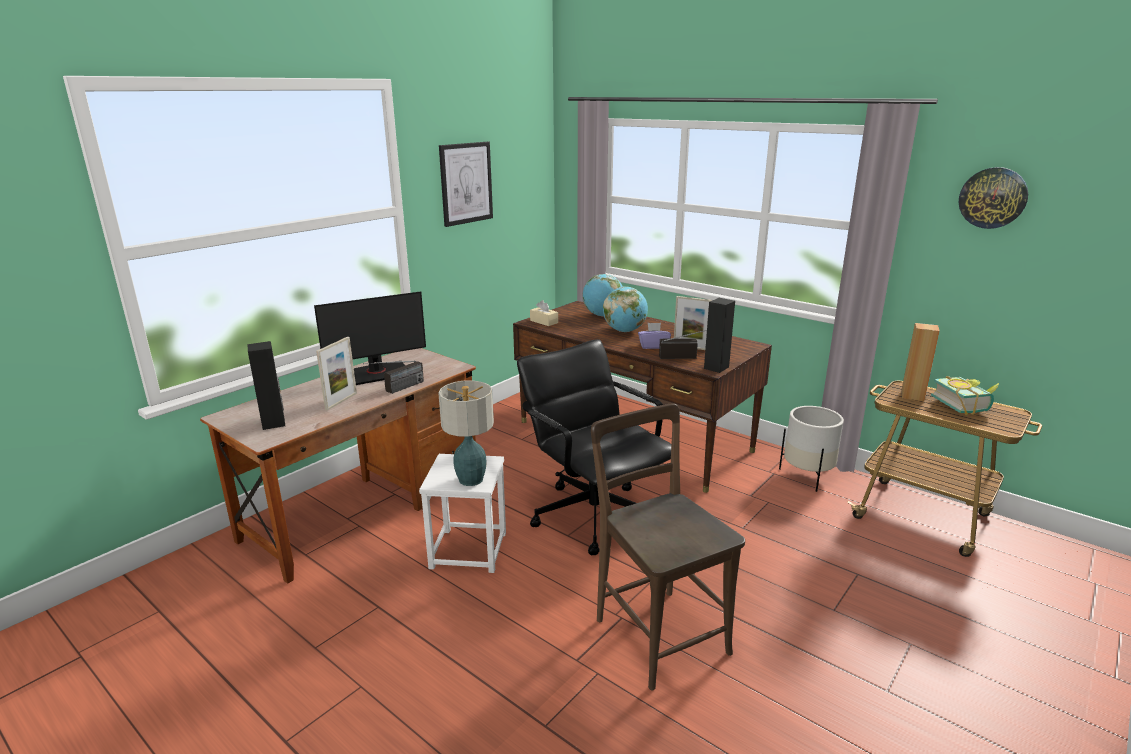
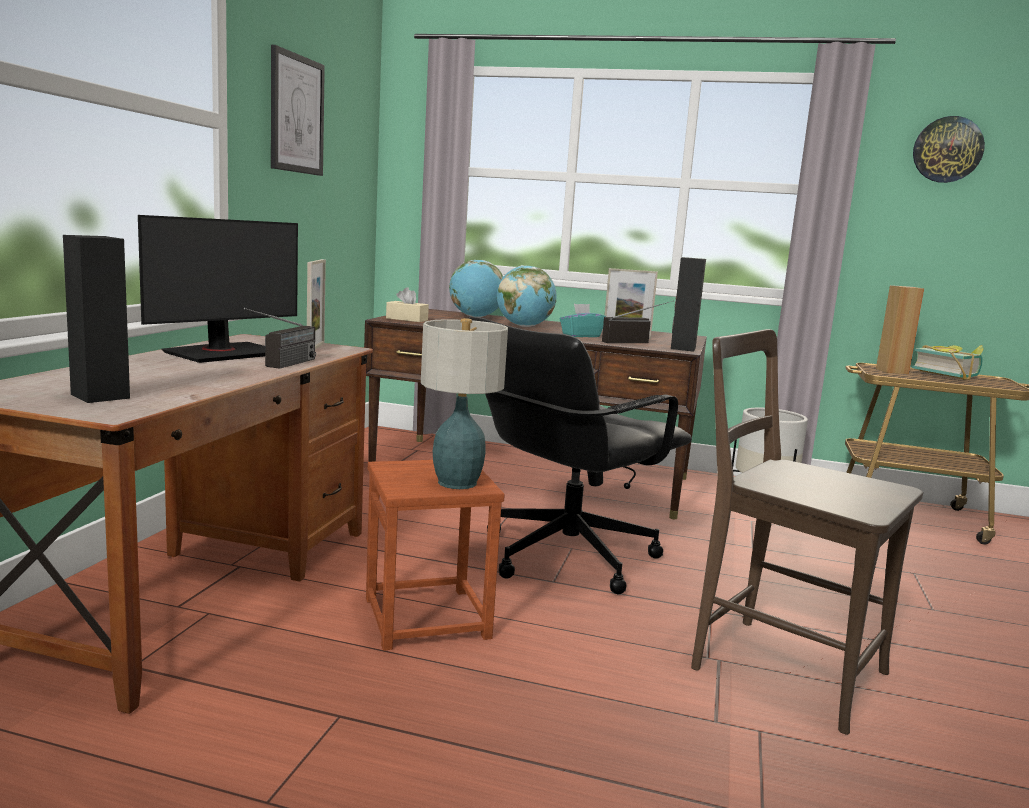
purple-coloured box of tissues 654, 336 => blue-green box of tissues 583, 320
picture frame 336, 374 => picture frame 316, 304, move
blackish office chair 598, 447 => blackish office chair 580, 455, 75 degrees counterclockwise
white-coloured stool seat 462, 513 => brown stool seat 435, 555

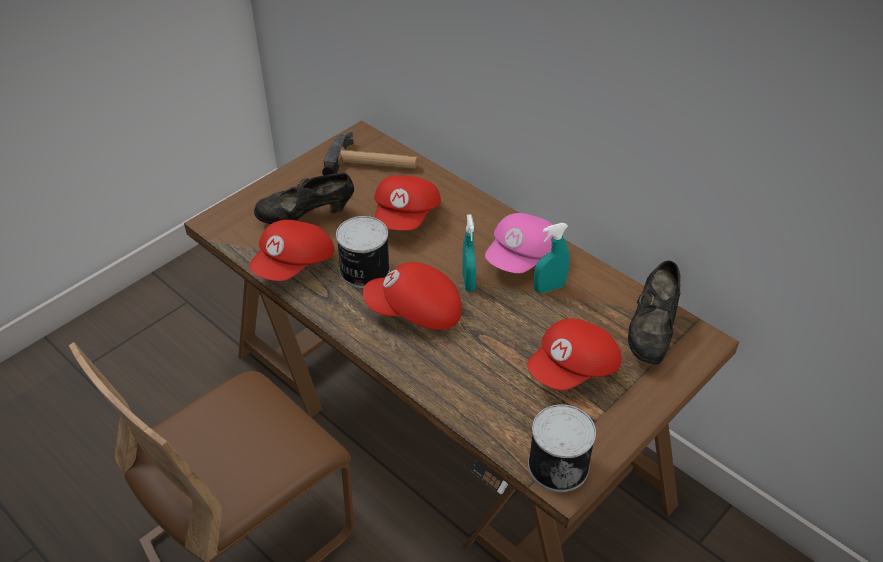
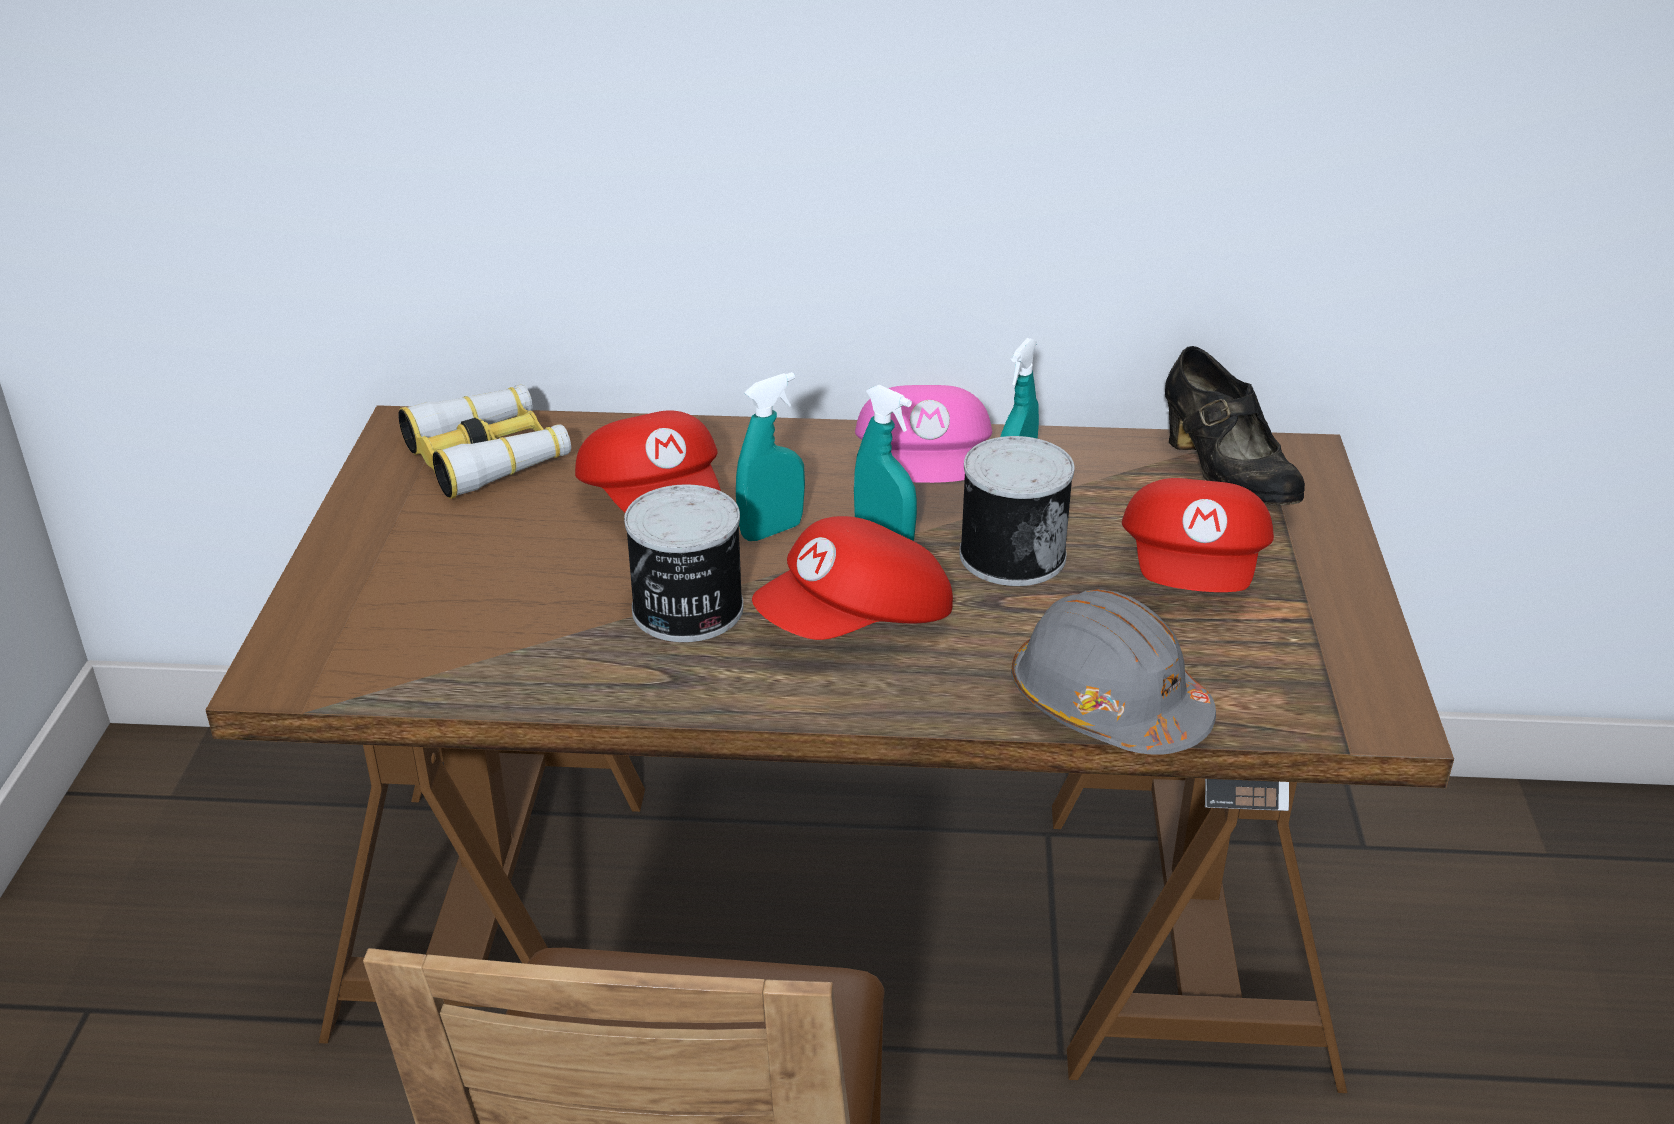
hammer 370, 154 => field glasses 484, 442
blackish low shoe 304, 198 => nothing
reddish peaked cap 291, 250 => nothing
sealed can 562, 448 => sealed can 1017, 511, move
nothing => blue-green sprayer 770, 456
nothing => greyish work helmet 1113, 672

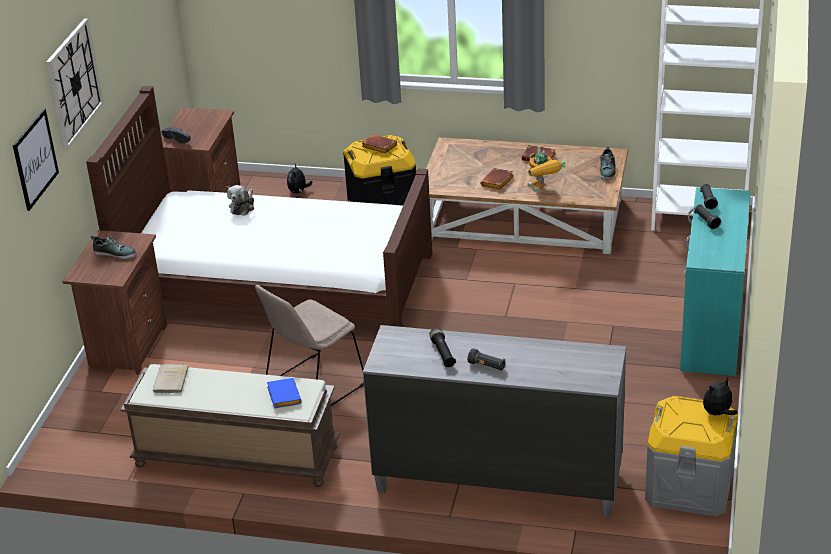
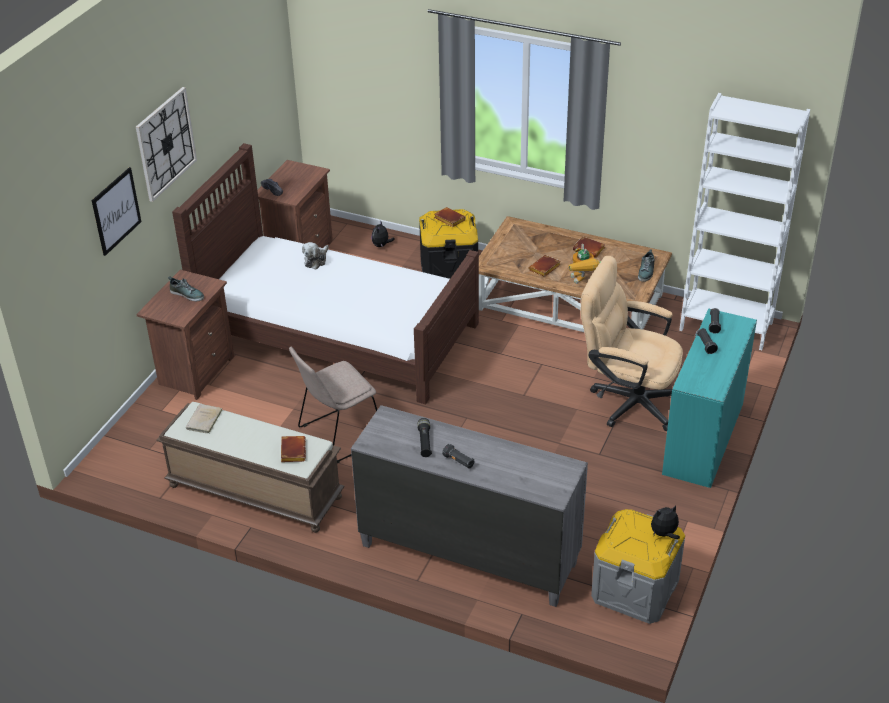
bluish volume 284, 393 => brown volume 293, 449
nothing => beige office chair 632, 343

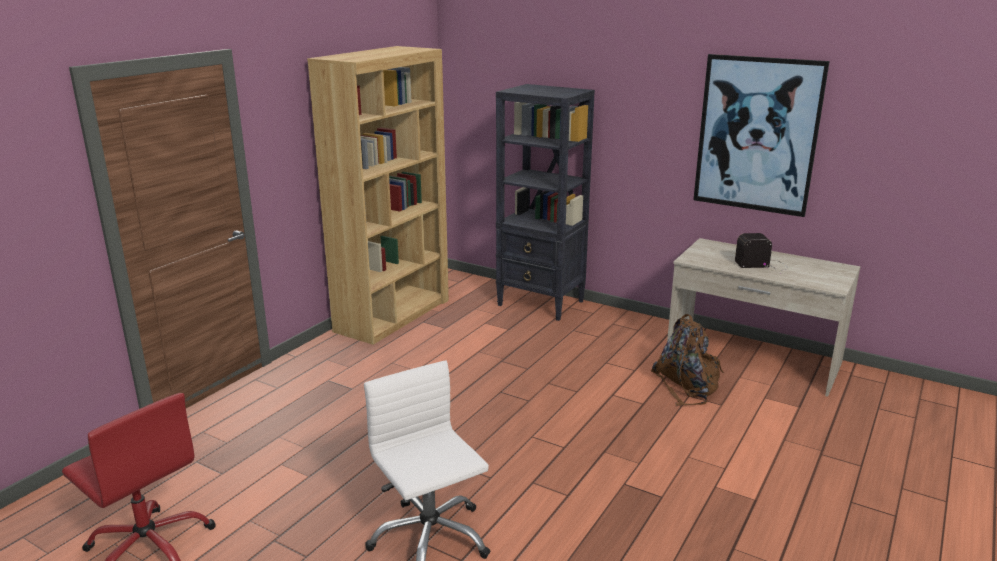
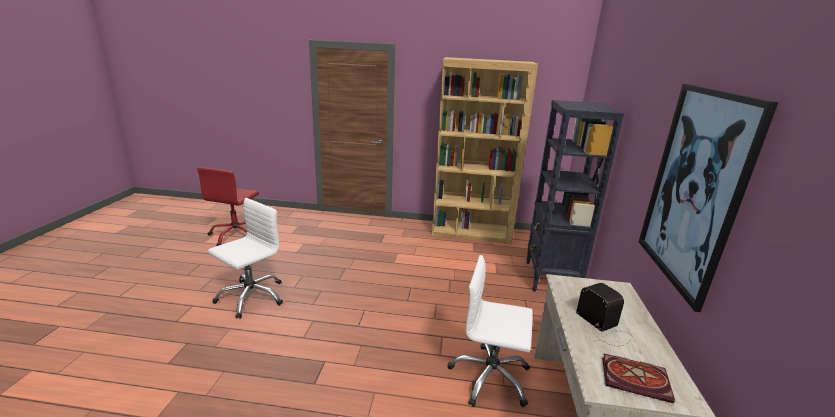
brown backpack 687, 360 => white-coloured office chair 490, 331
nothing => volume 638, 378

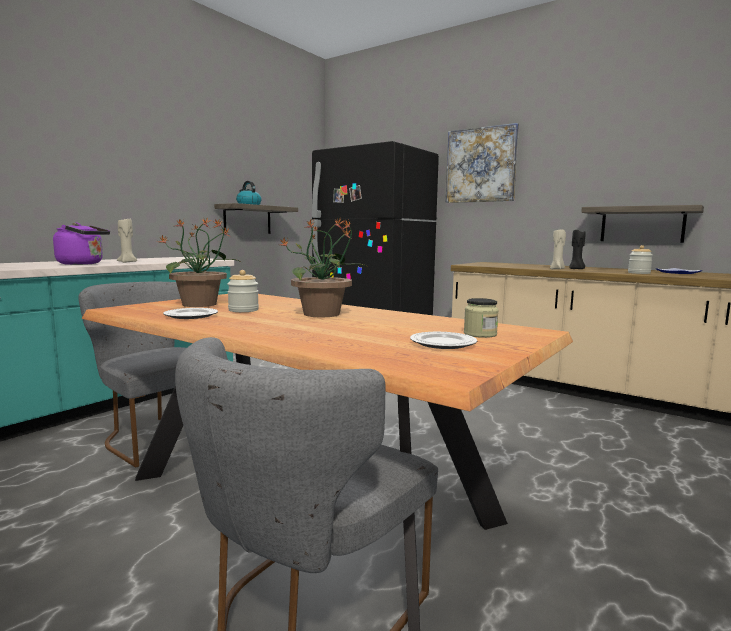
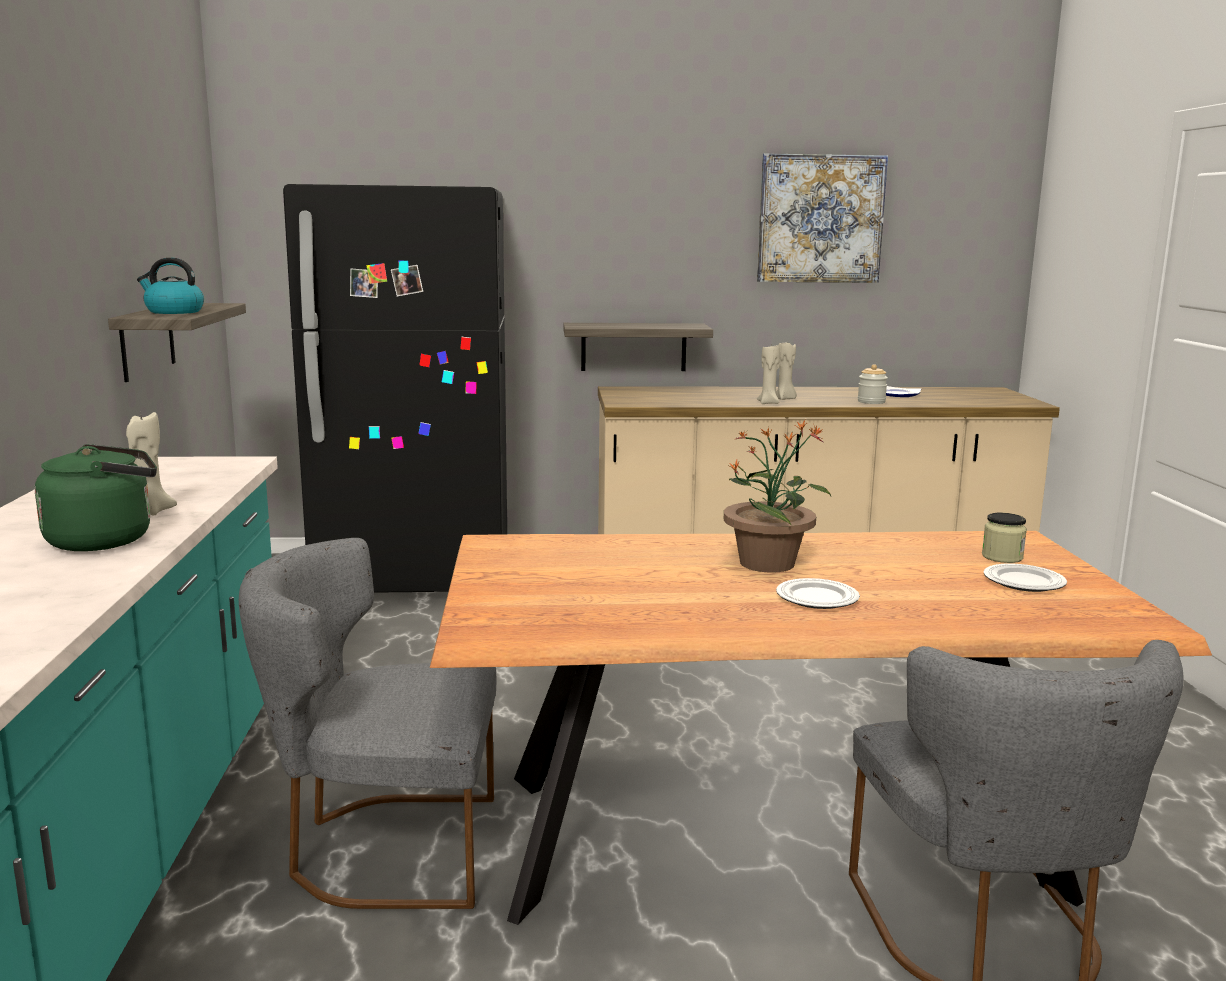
wall art 482, 163 => wall art 822, 218, move
shelf 642, 224 => shelf 638, 347, move
houseplant 200, 262 => nothing
purple-coloured kettle 81, 243 => greenish kettle 96, 497
blackish wax candle 577, 249 => beige wax candle 786, 370
jar 243, 291 => nothing
dinner plate 190, 313 => dinner plate 818, 593, move

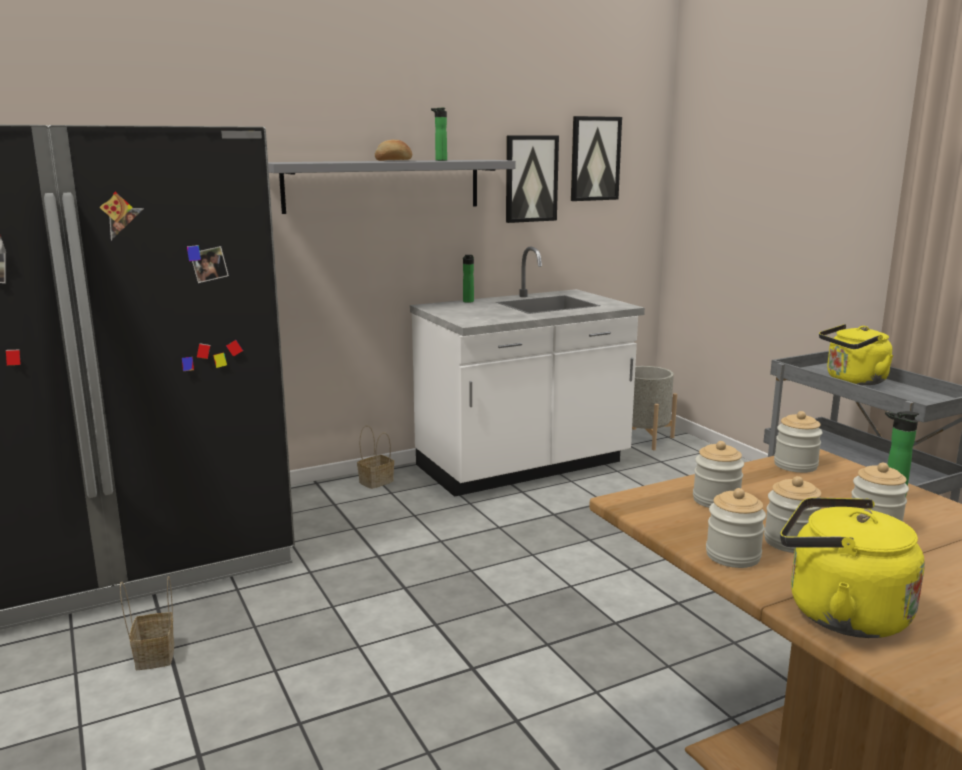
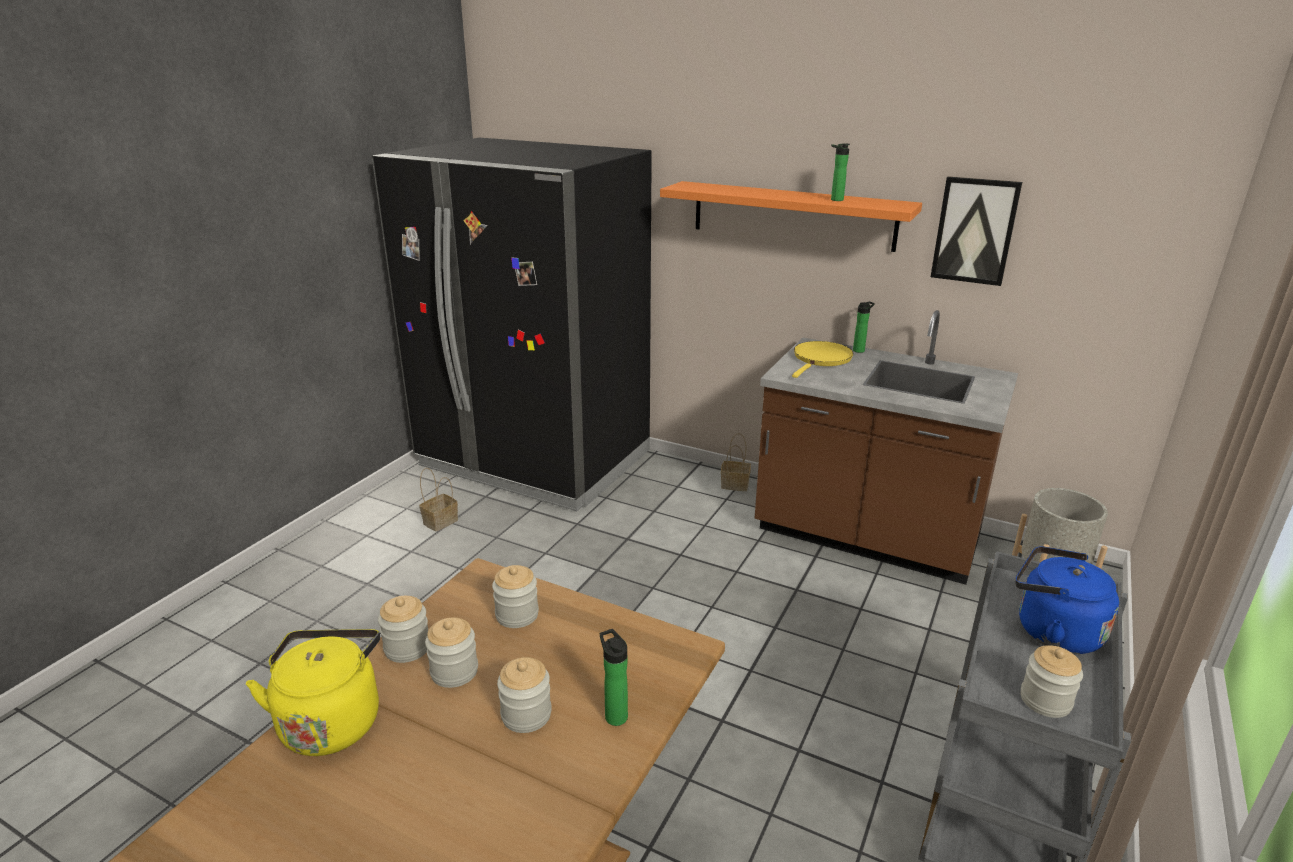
wall art 596, 158 => nothing
bakery bread 393, 150 => nothing
greyish shelf 392, 187 => orange-coloured shelf 791, 216
white-coloured kitchen counter 527, 371 => brown kitchen counter 886, 447
yellow-coloured kettle 856, 354 => bluish kettle 1067, 600
jar 798, 442 => jar 1052, 681, move
nothing => yellow-coloured pan 822, 359

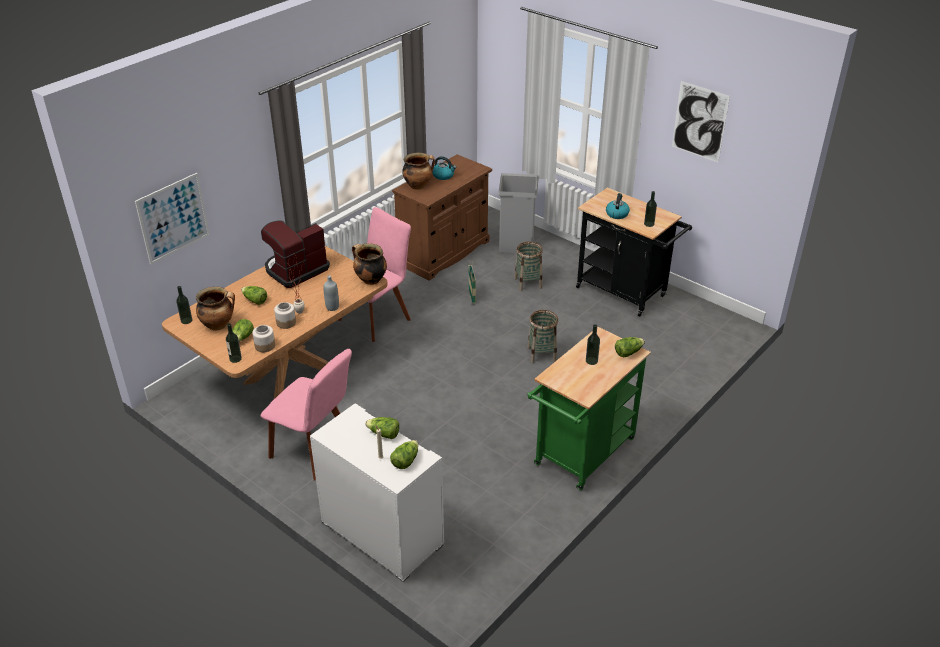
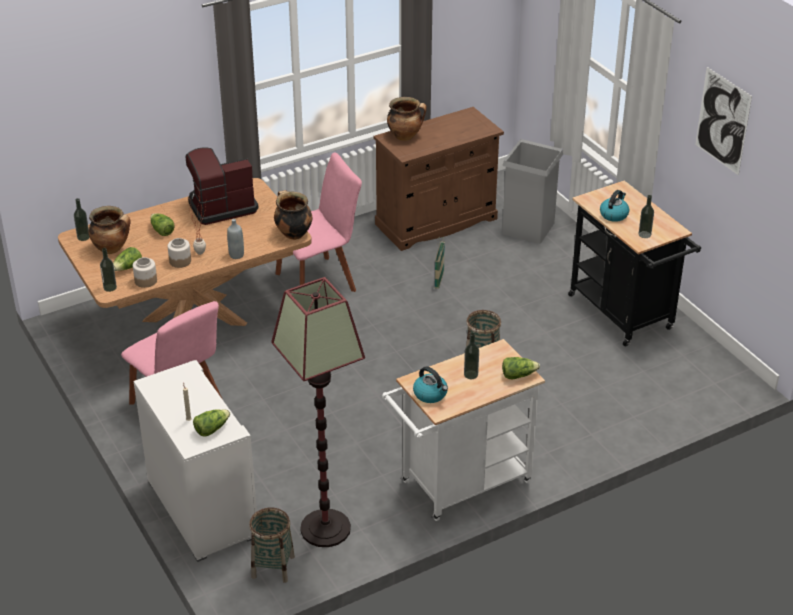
kettle 444, 168 => kettle 430, 384, move
wall art 172, 218 => nothing
storage basket 528, 266 => storage basket 272, 545, move
greenish wheeled cart 589, 408 => white-coloured wheeled cart 463, 430
lettuce 382, 428 => nothing
nothing => standing lamp 318, 412

